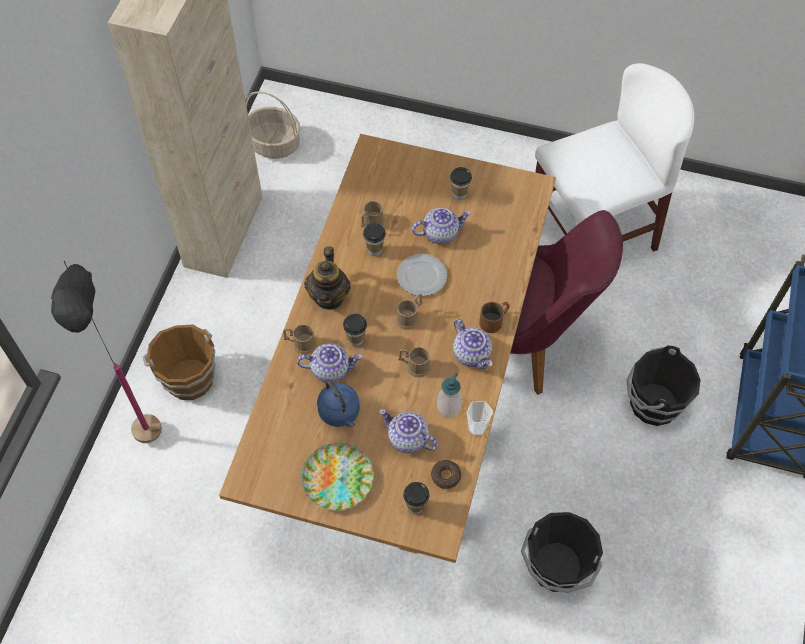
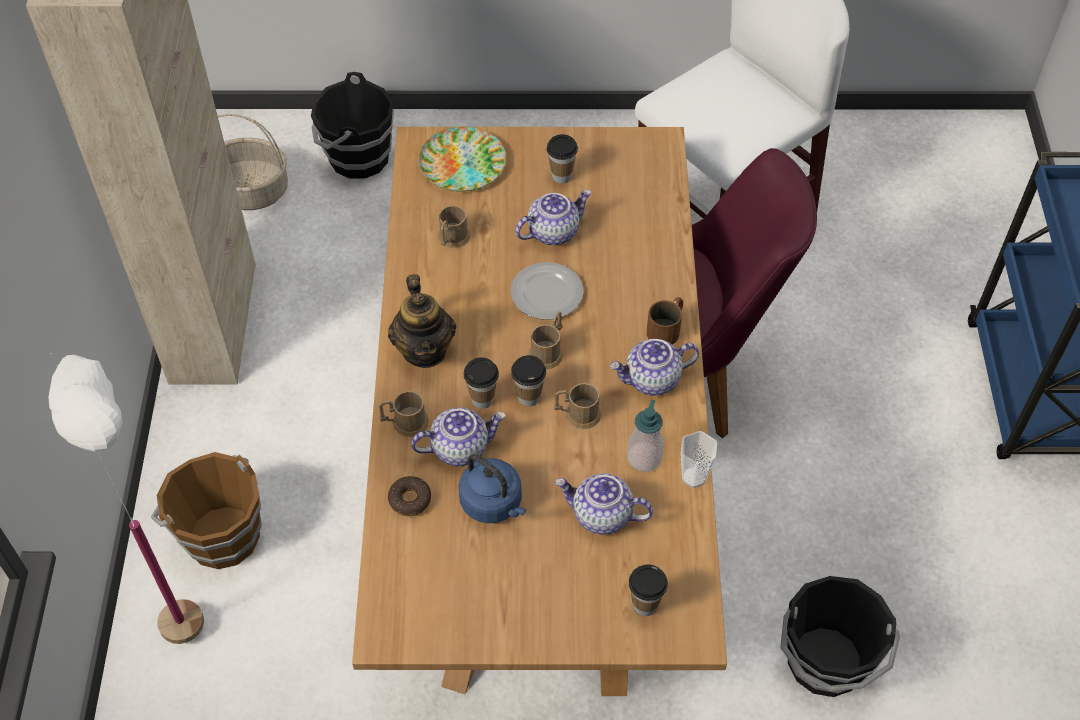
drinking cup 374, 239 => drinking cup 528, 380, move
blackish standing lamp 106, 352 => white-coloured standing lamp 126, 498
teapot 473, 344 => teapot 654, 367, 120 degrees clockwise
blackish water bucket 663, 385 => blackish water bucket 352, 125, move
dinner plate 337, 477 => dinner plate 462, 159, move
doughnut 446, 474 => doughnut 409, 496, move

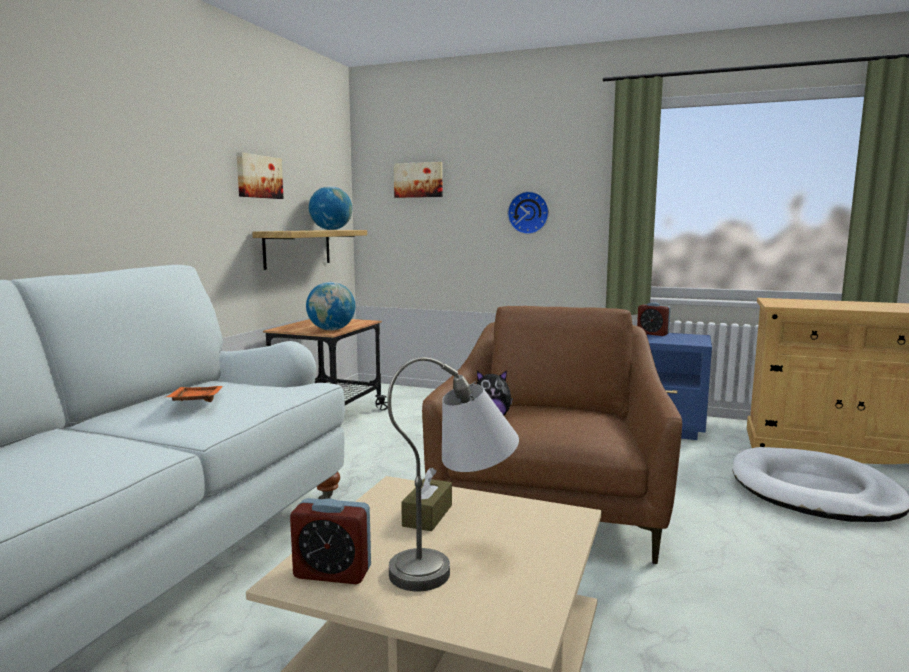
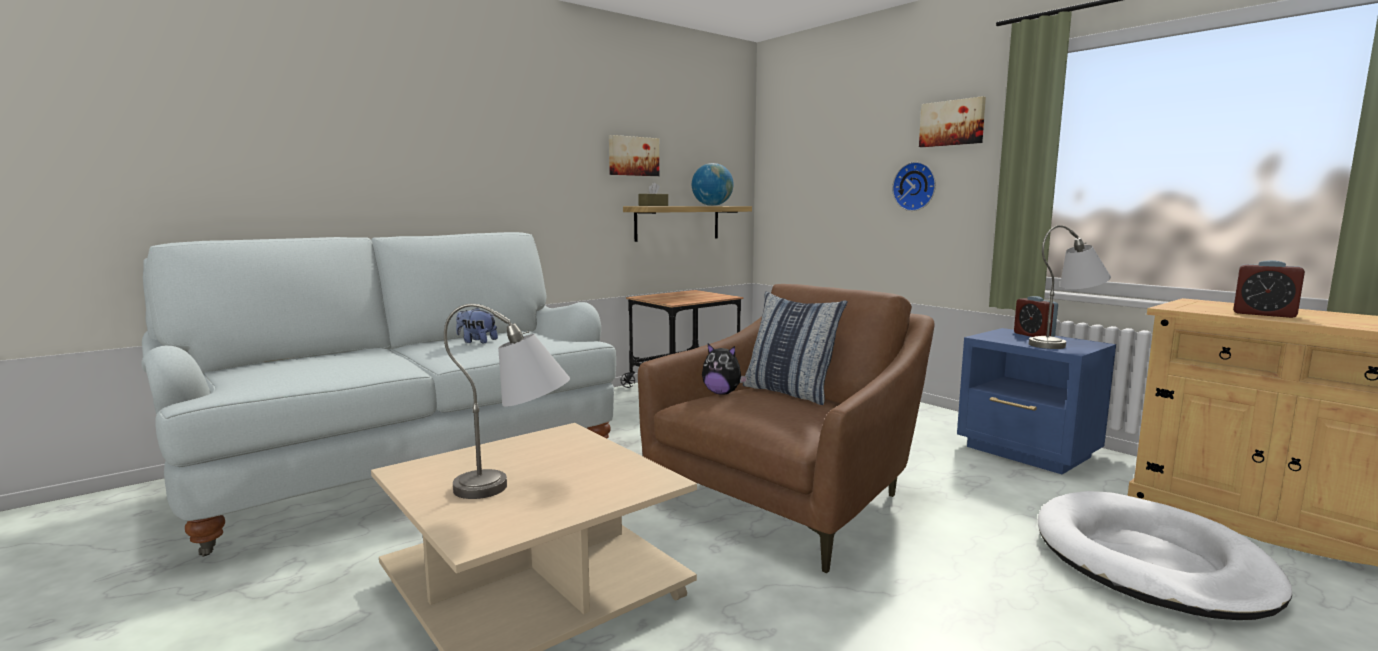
wall art 418, 180 => wall art 952, 121, move
desk globe 331, 306 => nothing
orange-coloured serving tray 194, 394 => soft toy 477, 325
brown box of tissues 426, 499 => brown box of tissues 653, 194, move
table clock 330, 541 => table clock 1269, 289, move
nothing => greyish lamp for a table 1070, 287
nothing => throw pillow 795, 348

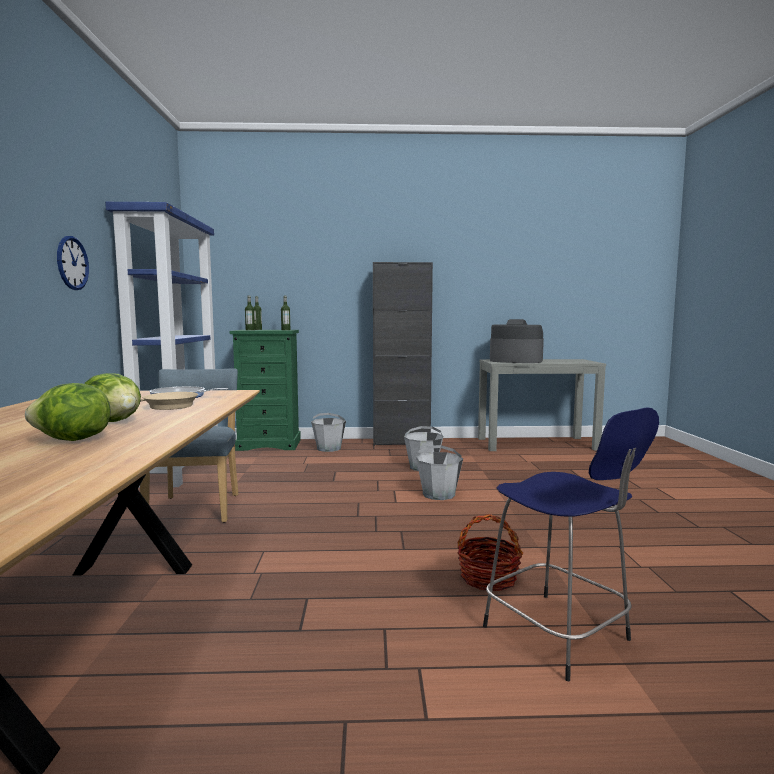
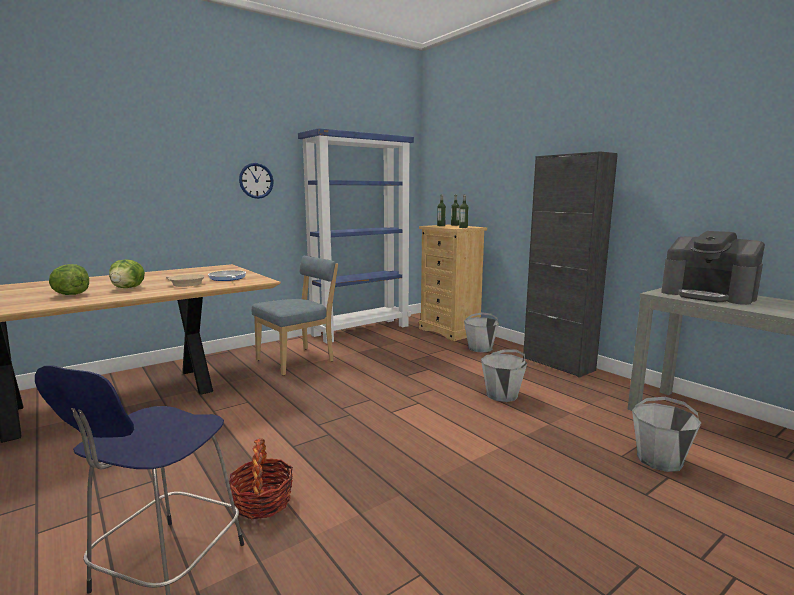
coffee machine 517, 341 => coffee machine 713, 268, 150 degrees clockwise
greenish dresser 265, 390 => beige dresser 453, 283
greyish water bucket 439, 472 => greyish water bucket 666, 434, move

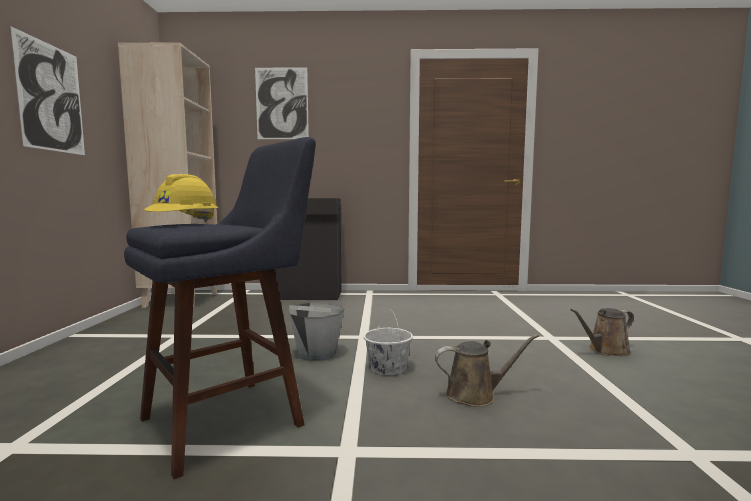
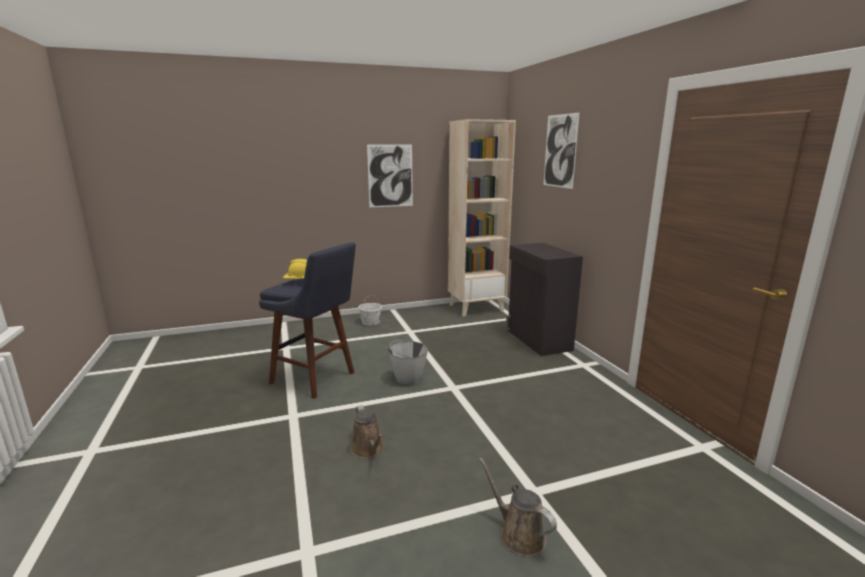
white-coloured water bucket 388, 342 => white-coloured water bucket 370, 310, move

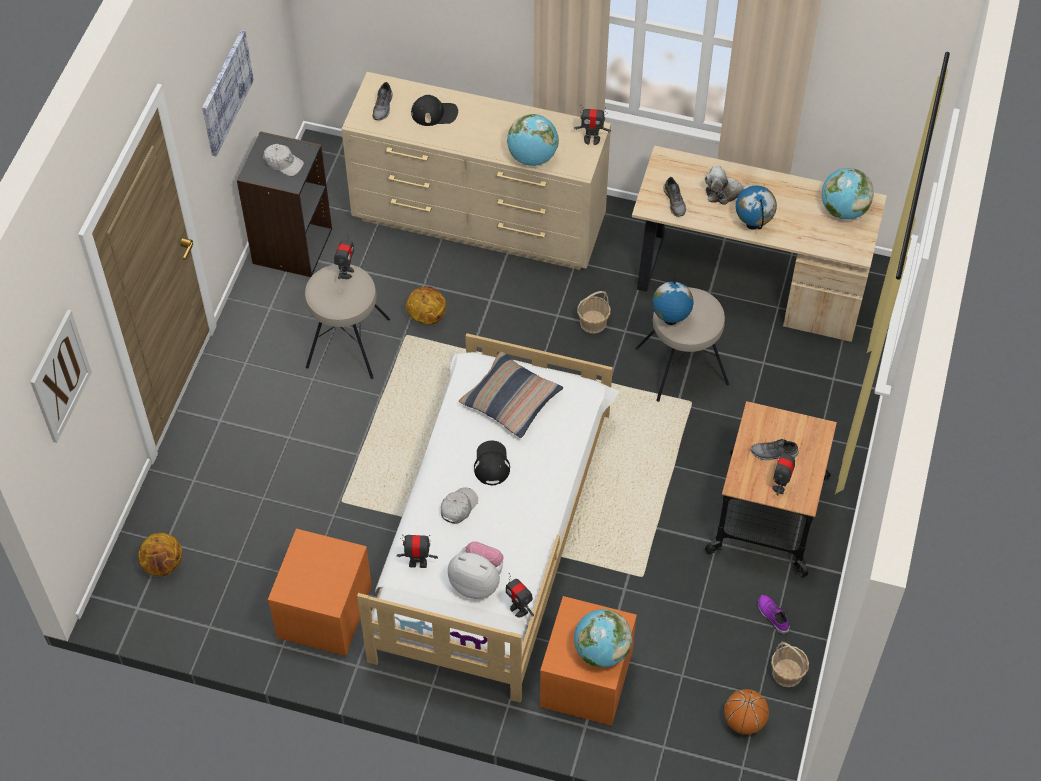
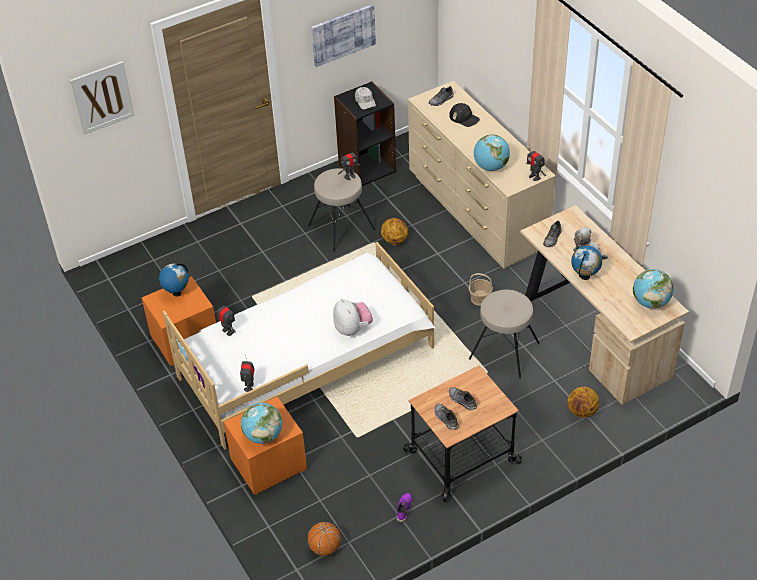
desk globe 673, 301 => desk globe 174, 280, move
throw pillow 511, 394 => nothing
blackish peaked cap 492, 462 => nothing
toy robot 783, 470 => greyish low shoe 446, 417
white-coloured peaked cap 459, 505 => nothing
ball for basketball 160, 555 => ball for basketball 583, 402, move
soft toy 476, 570 => soft toy 353, 317, move
storage basket 790, 664 => nothing

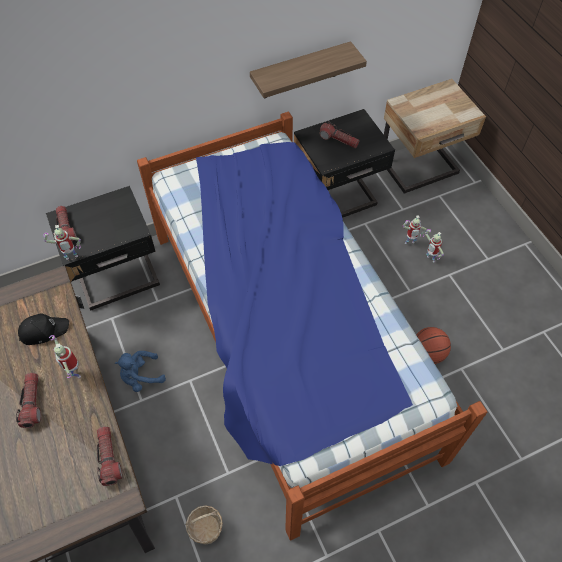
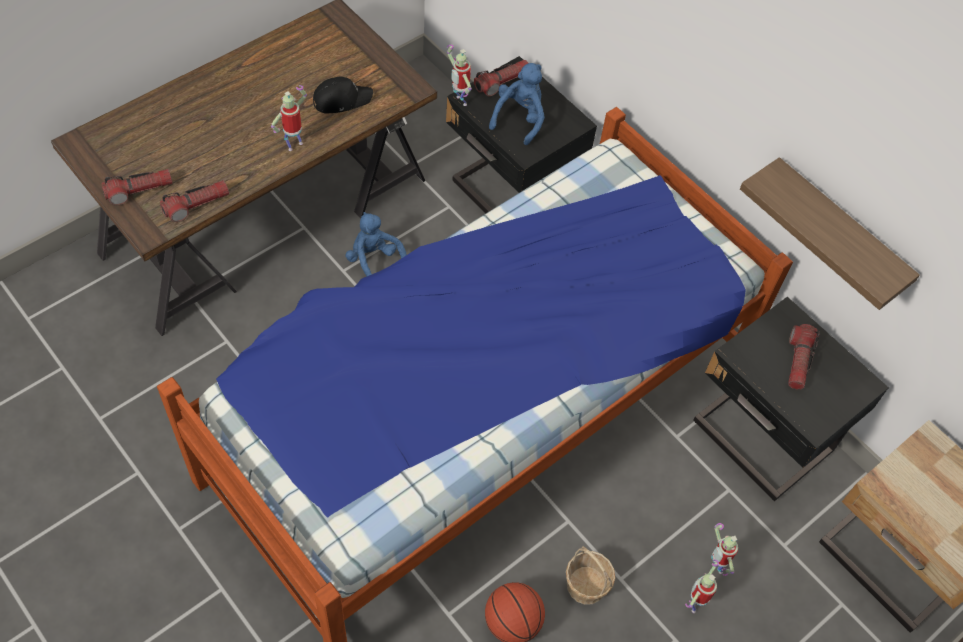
blackish peaked cap 43, 329 => blackish peaked cap 343, 94, 75 degrees counterclockwise
hand torch 29, 400 => hand torch 137, 187, move
storage basket 204, 525 => storage basket 590, 575, move
nothing => bluish soft toy 517, 104

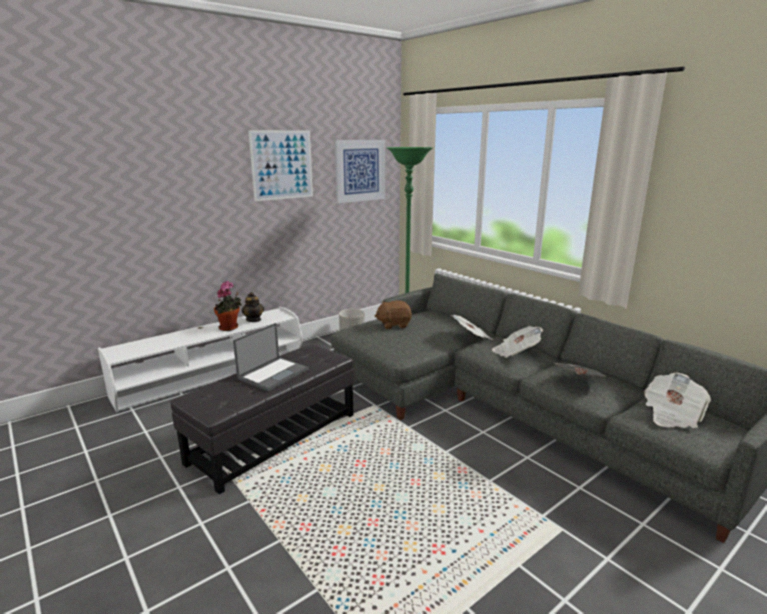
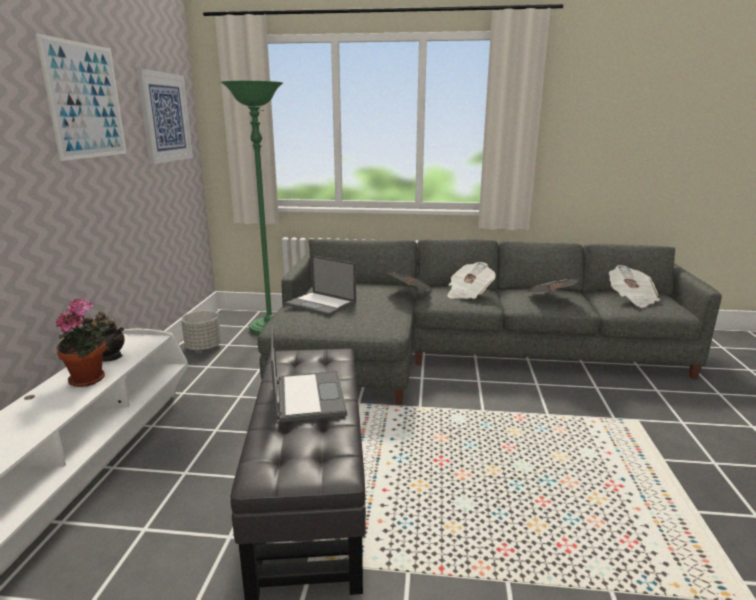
brown soft toy 393, 315 => portable computer 320, 285

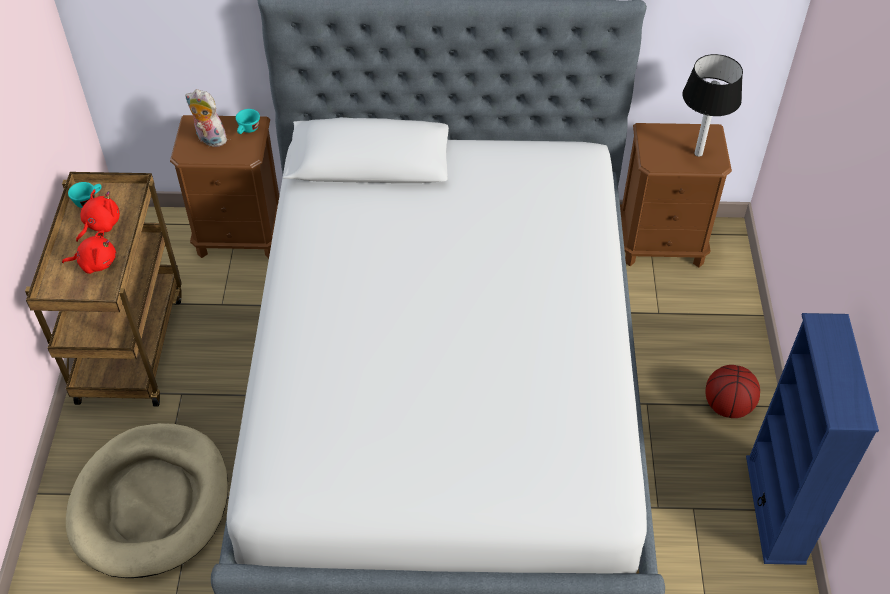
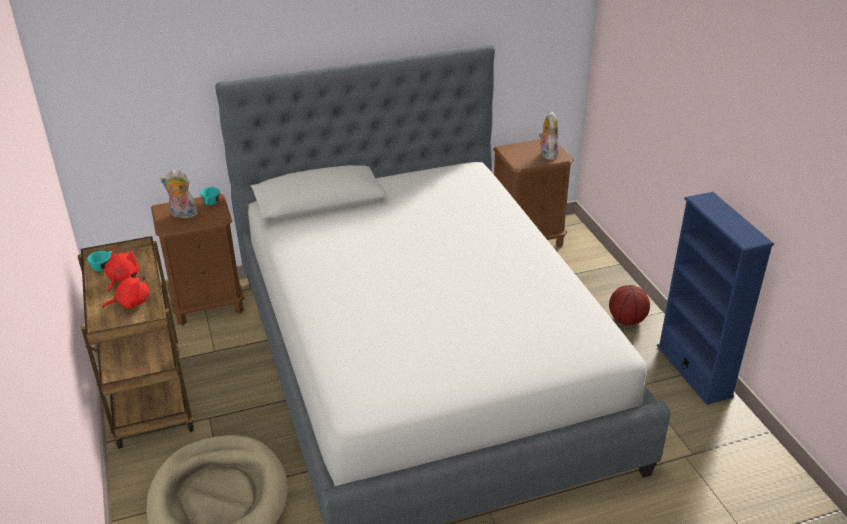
lamp for a table 713, 105 => soft toy 549, 135

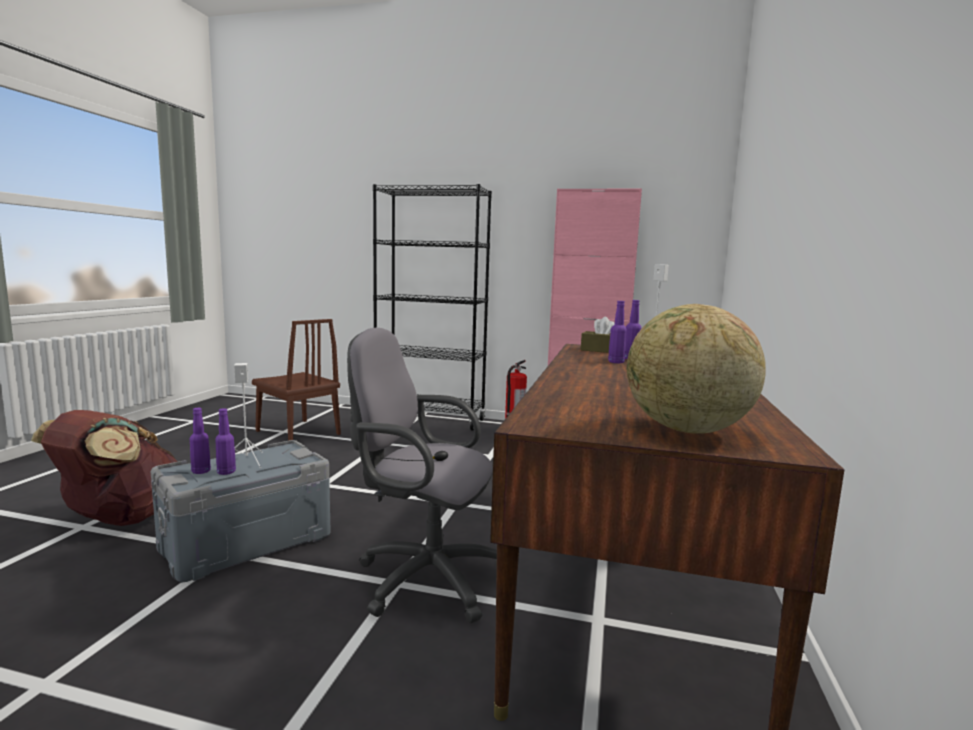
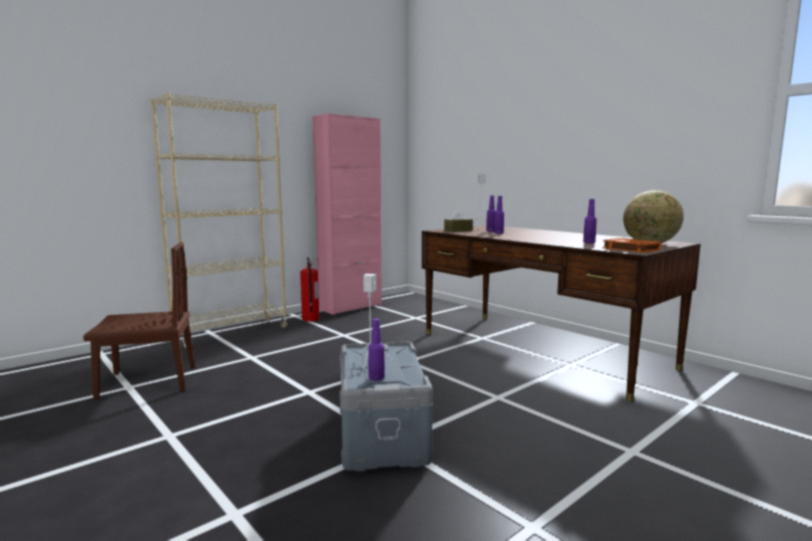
blackish bookshelf 432, 307 => beige bookshelf 219, 220
greyish office chair 422, 475 => nothing
purple-coloured bottle 225, 441 => purple-coloured bottle 590, 221, move
brown backpack 104, 468 => nothing
nothing => orange-coloured volume 632, 245

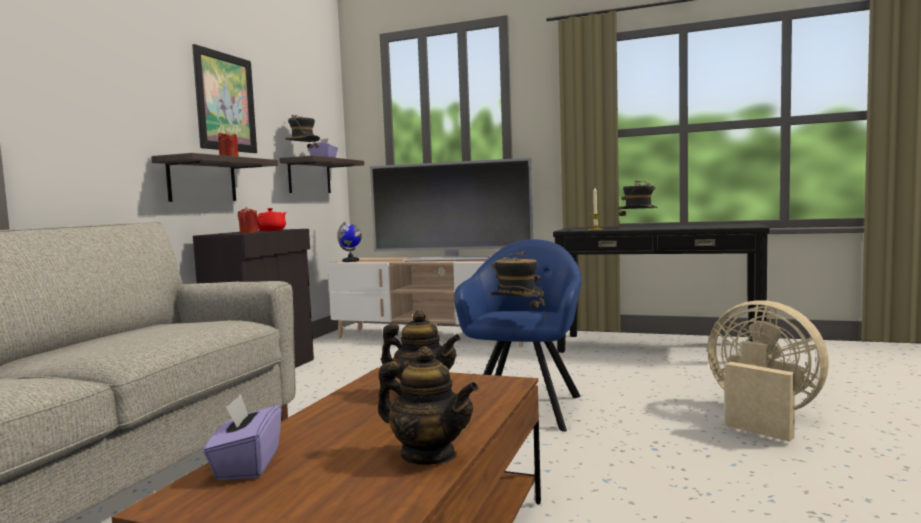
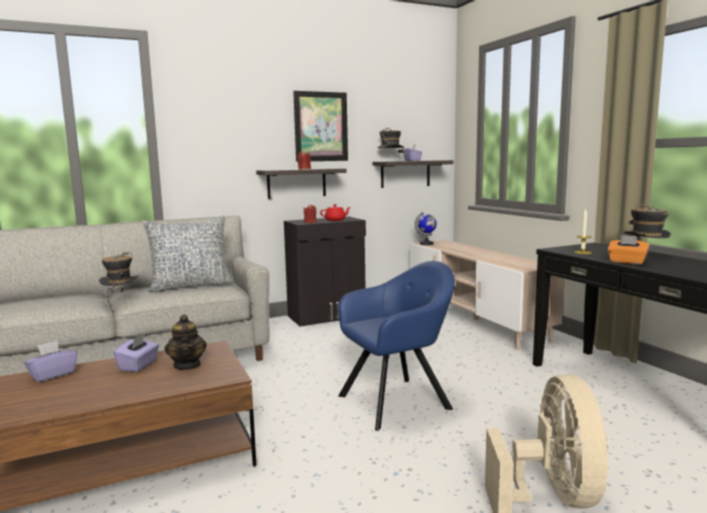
TV set 451, 210 => nothing
hat 518, 287 => hat 118, 278, move
teapot 428, 405 => nothing
nothing => throw pillow 187, 254
nothing => orange-coloured box of tissues 628, 249
nothing => purple-coloured box of tissues 136, 353

